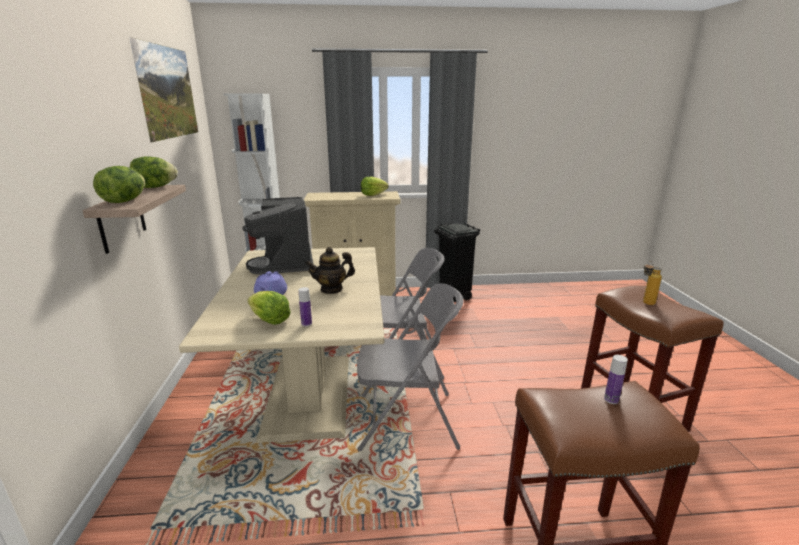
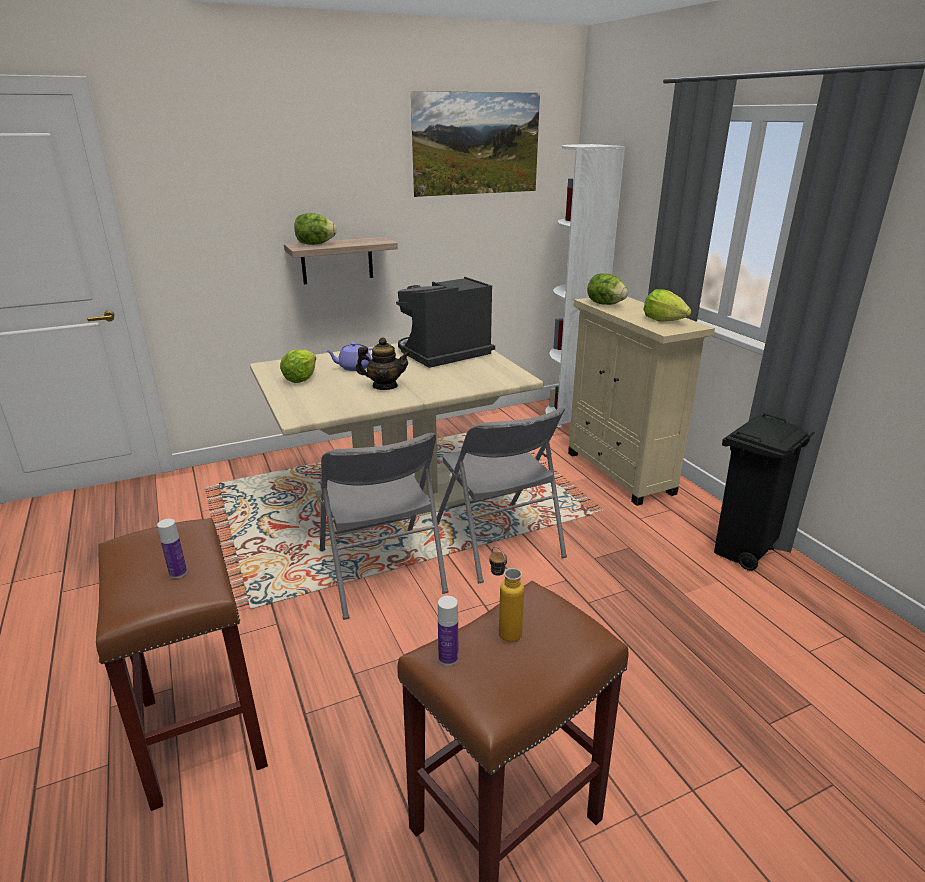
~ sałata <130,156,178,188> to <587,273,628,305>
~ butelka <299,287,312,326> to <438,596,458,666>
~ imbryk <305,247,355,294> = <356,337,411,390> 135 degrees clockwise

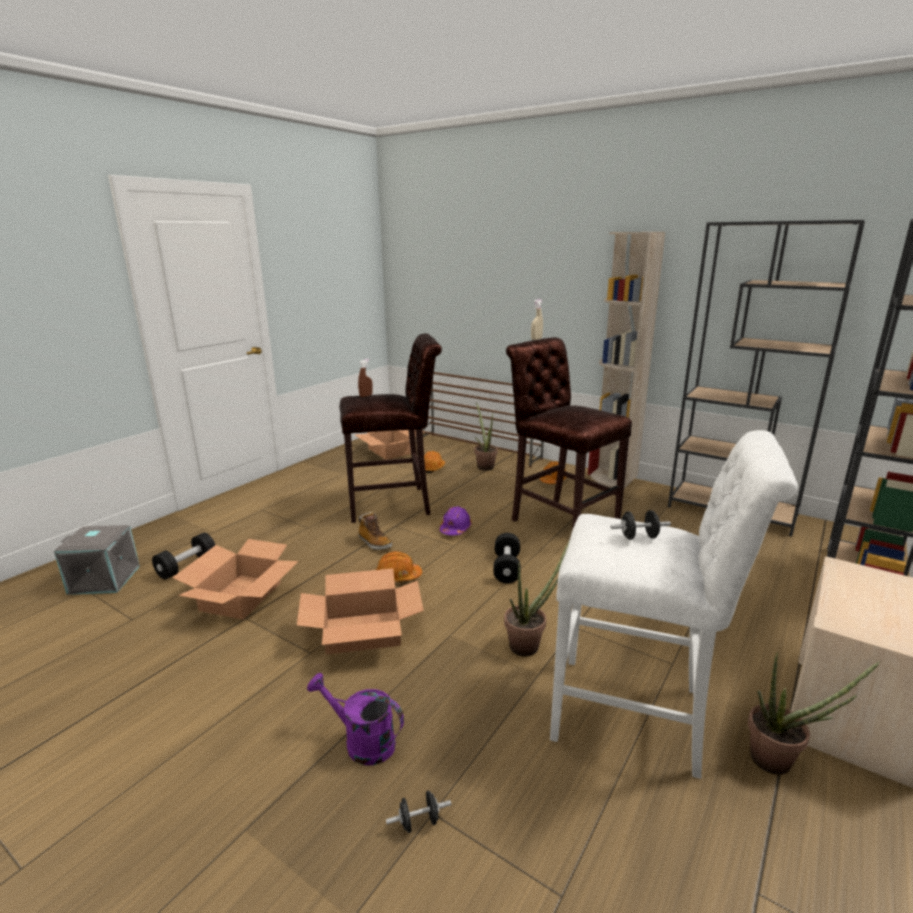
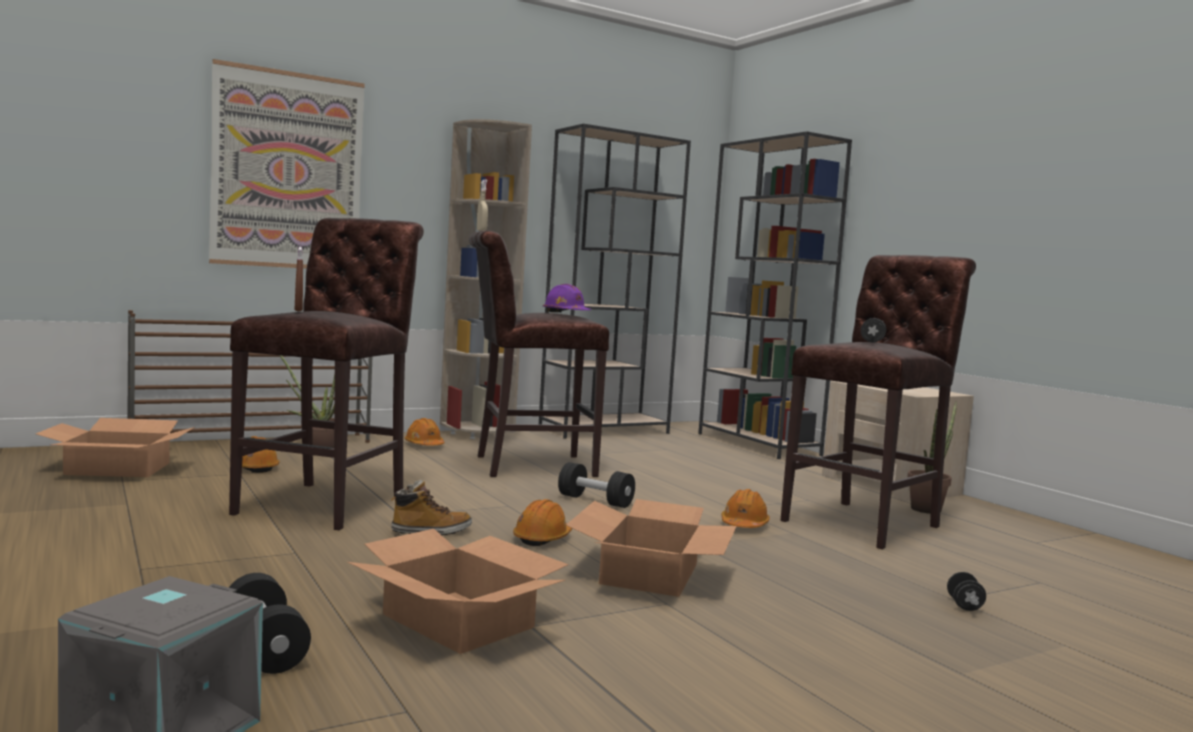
- konewka/fioletowy <307,673,404,765>
~ kask/fioletowy <440,506,472,535> to <543,284,591,312>
~ roślina doniczkowa <504,540,570,656> to kask/pomarańczowy <721,489,770,528>
~ stołek/biały <550,430,798,779> to stołek/brązowy <781,255,976,549>
+ obraz <209,59,365,269>

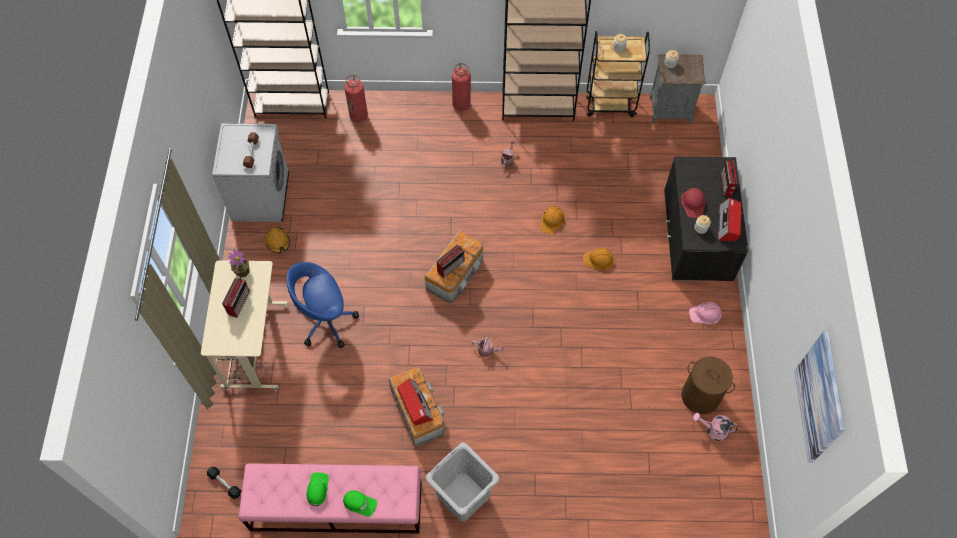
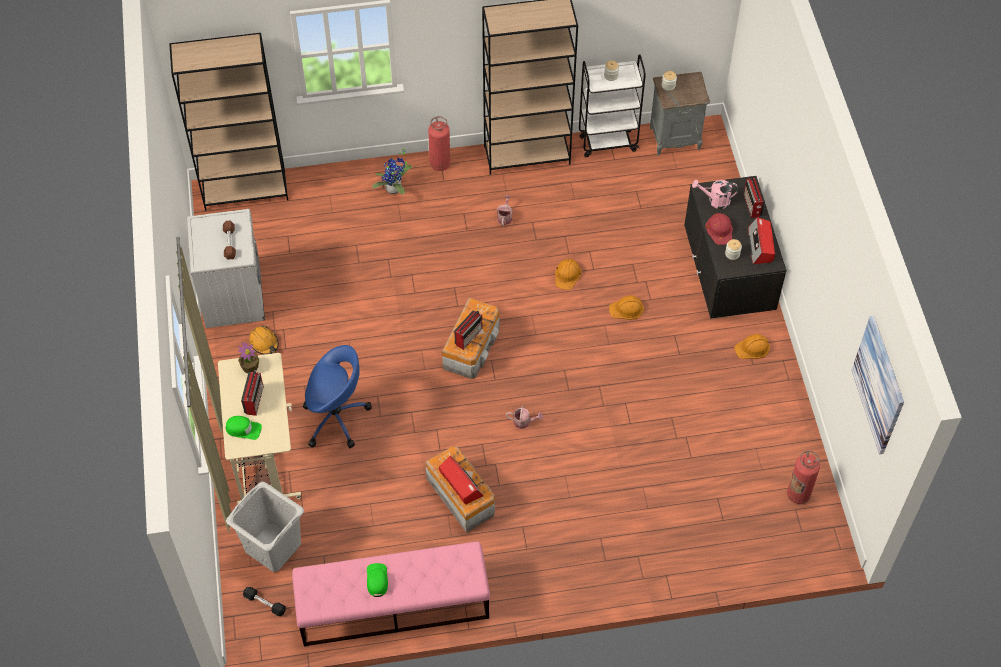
~ krzesło biurowe/niebieski <286,262,359,348> = <303,345,372,448> 135 degrees counterclockwise
~ czapka z daszkiem/zielony <343,490,377,517> to <226,416,262,440>
~ gaśnica <344,75,368,123> to <787,451,820,504>
~ kosz na pranie/szary <426,443,499,522> to <226,482,304,572>
~ wózek/brązowy <587,31,650,117> to wózek/biały <579,54,645,157>
- kosz na pranie/brązowy <681,356,735,414>
~ kask/różowy <689,302,722,325> to kask/pomarańczowy <734,334,770,359>
~ konewka/różowy <693,413,738,441> to <692,180,738,209>
+ roślina doniczkowa <372,147,412,194>

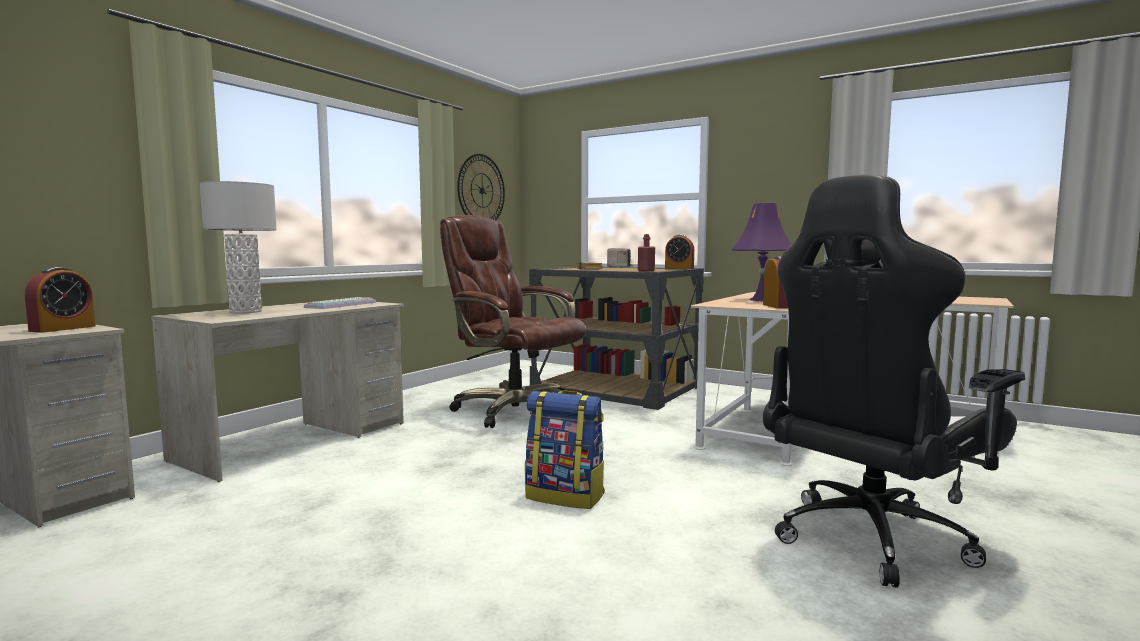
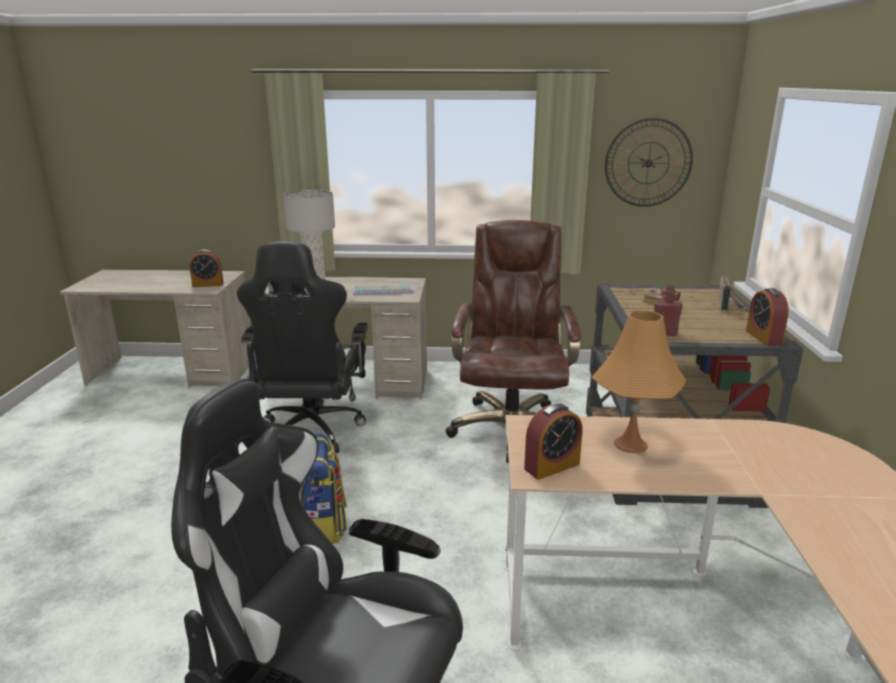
~ lampa stołowa/fioletowy <731,203,792,301> to lampa stołowa/pomarańczowy <592,310,686,453>
+ krzesło biurowe/czarny <237,242,368,453>

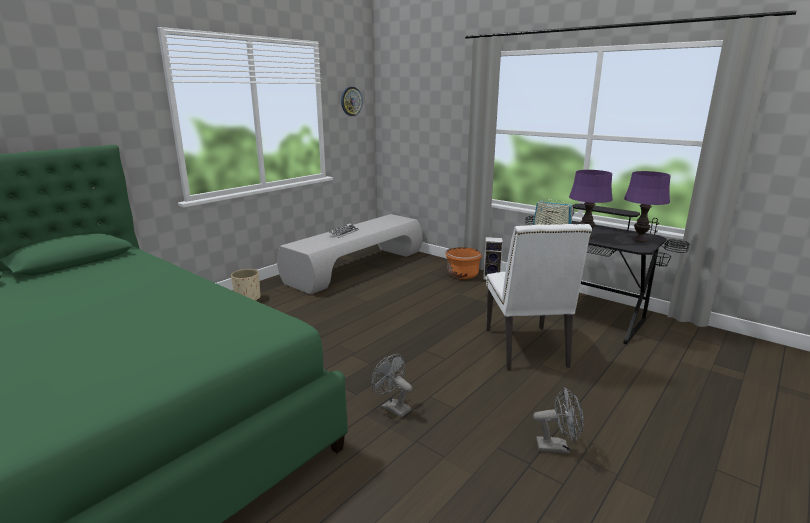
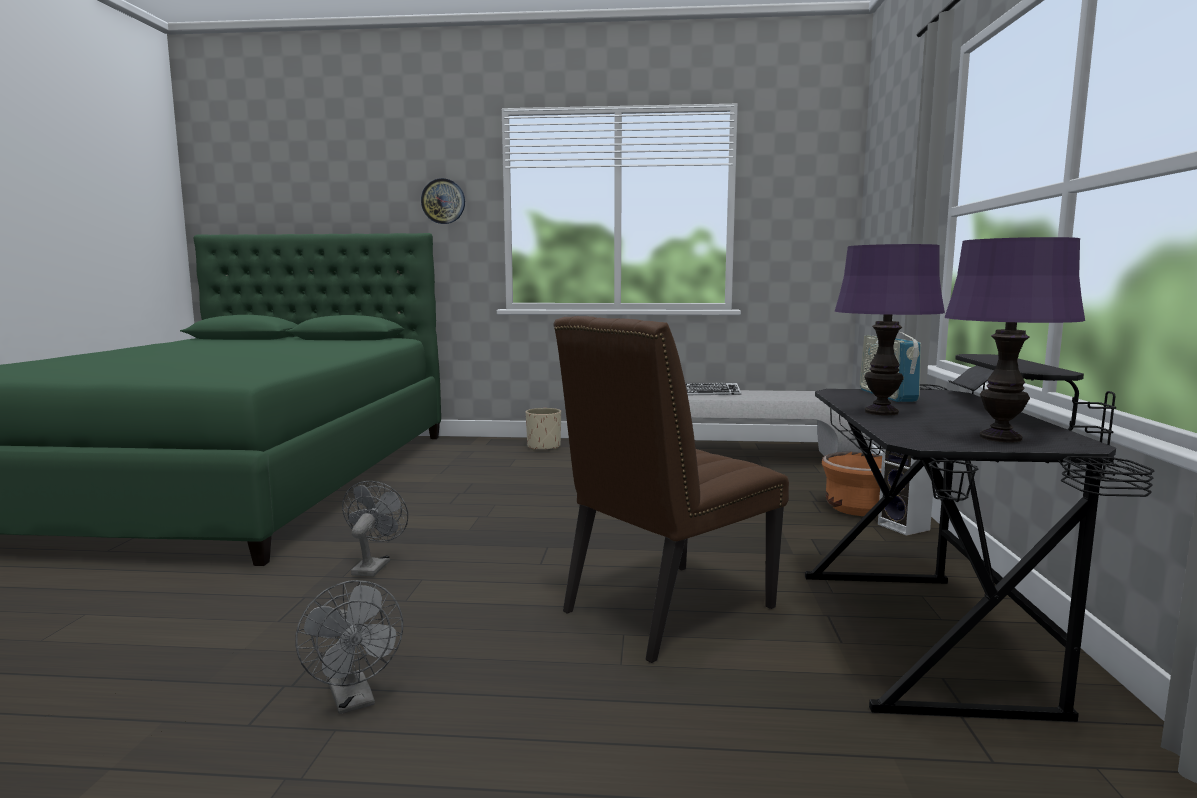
~ zegar ścienny <341,87,363,116> to <421,178,465,224>
~ krzesło/biały <486,224,592,370> to krzesło/brązowy <553,316,789,663>

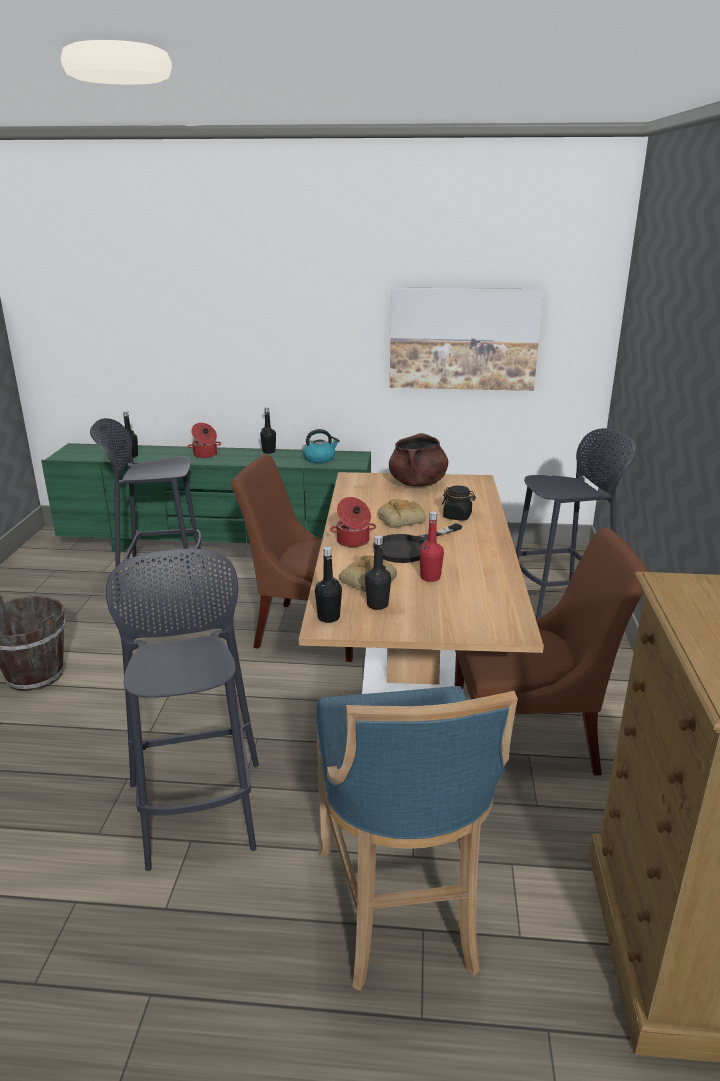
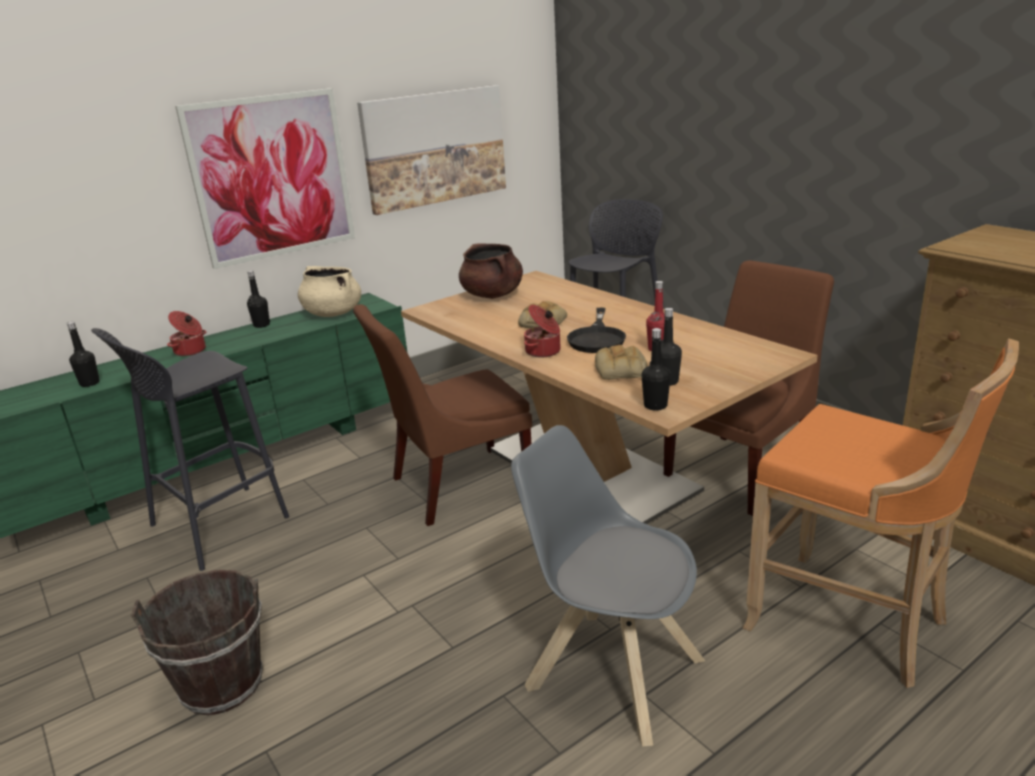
~ stołek/szary <106,549,259,871> to krzesło/szary <511,425,705,747>
~ czajnik <303,429,340,463> to garnek/beżowy <298,266,361,317>
~ stołek/niebieski <316,686,518,991> to stołek/pomarańczowy <743,338,1019,688>
- słoik/czarny <442,486,476,521>
+ obraz <175,88,355,269>

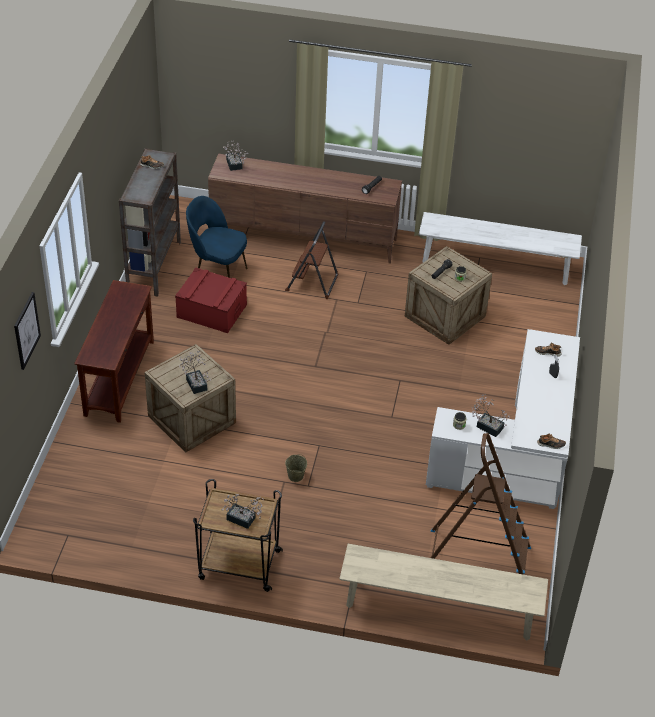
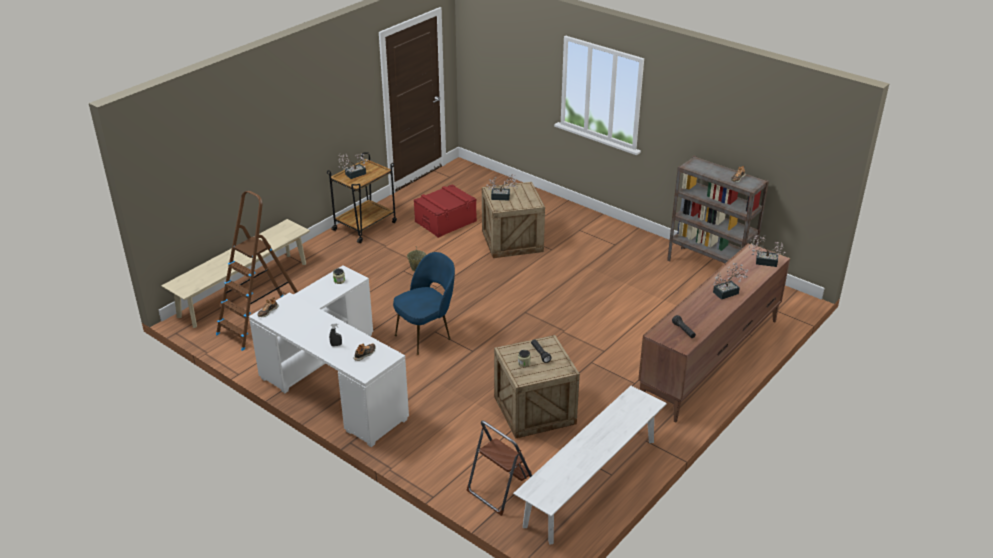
- obraz <14,292,41,370>
- stolik konsolowy/brązowy <74,280,154,423>
~ pojemnik do przechowywania/czerwony <175,267,247,333> to <414,185,477,238>
~ krzesło/niebieski <186,196,248,278> to <393,252,455,355>
~ drabinka/brązowy <285,221,338,299> to <467,420,532,516>
~ roślina doniczkowa <472,394,509,437> to <713,263,748,300>

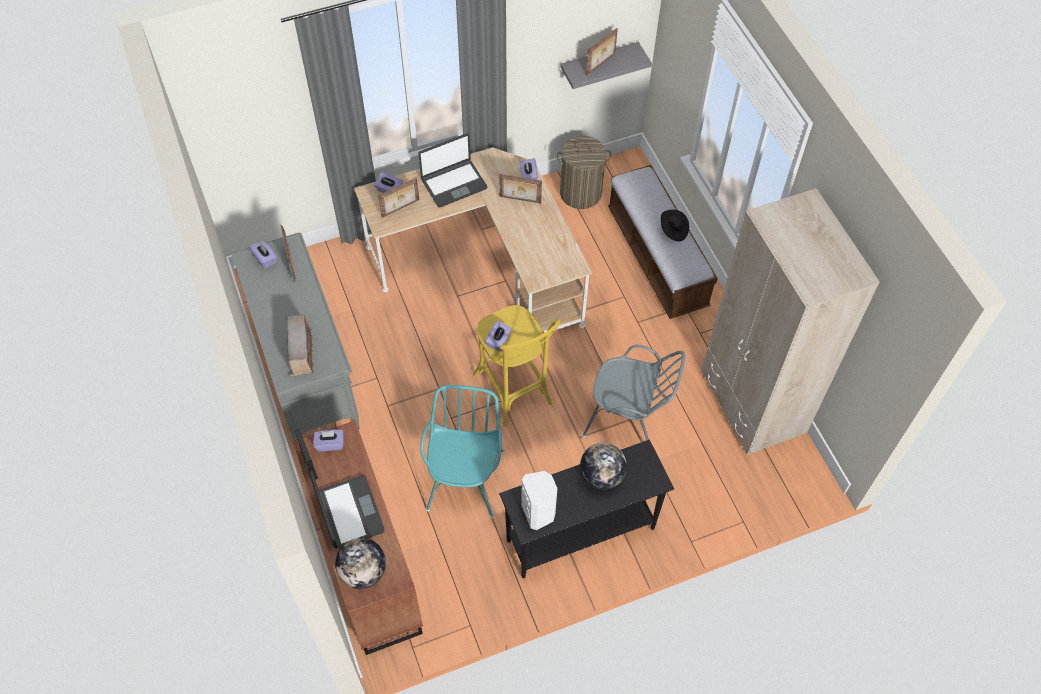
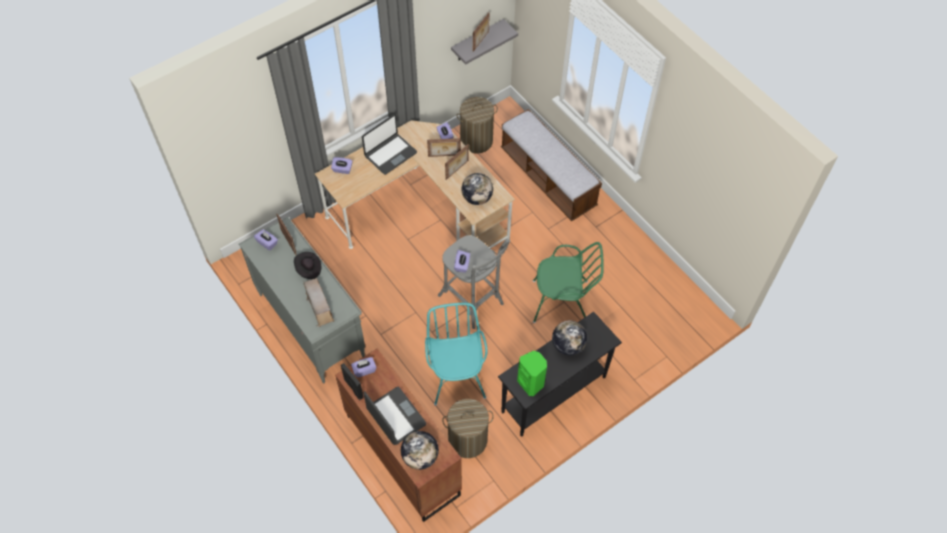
~ ramka na zdjęcie <378,177,419,218> to <445,144,469,180>
~ stołek/żółty <473,305,560,427> to stołek/szary <438,235,510,329>
~ głośnik/biały <521,471,557,530> to głośnik/zielony <517,351,547,396>
~ krzesło/szary <582,345,685,441> to krzesło/zielony <533,242,604,323>
~ kapelusz/czarny <661,210,689,241> to <294,252,321,279>
- szafa/beżowy <701,188,880,455>
+ kosz na pranie <442,399,494,458>
+ globus <462,173,493,205>

